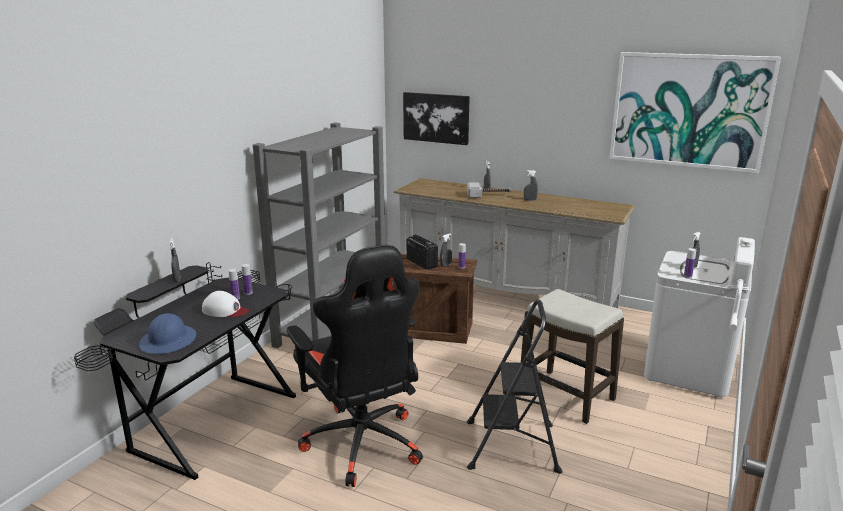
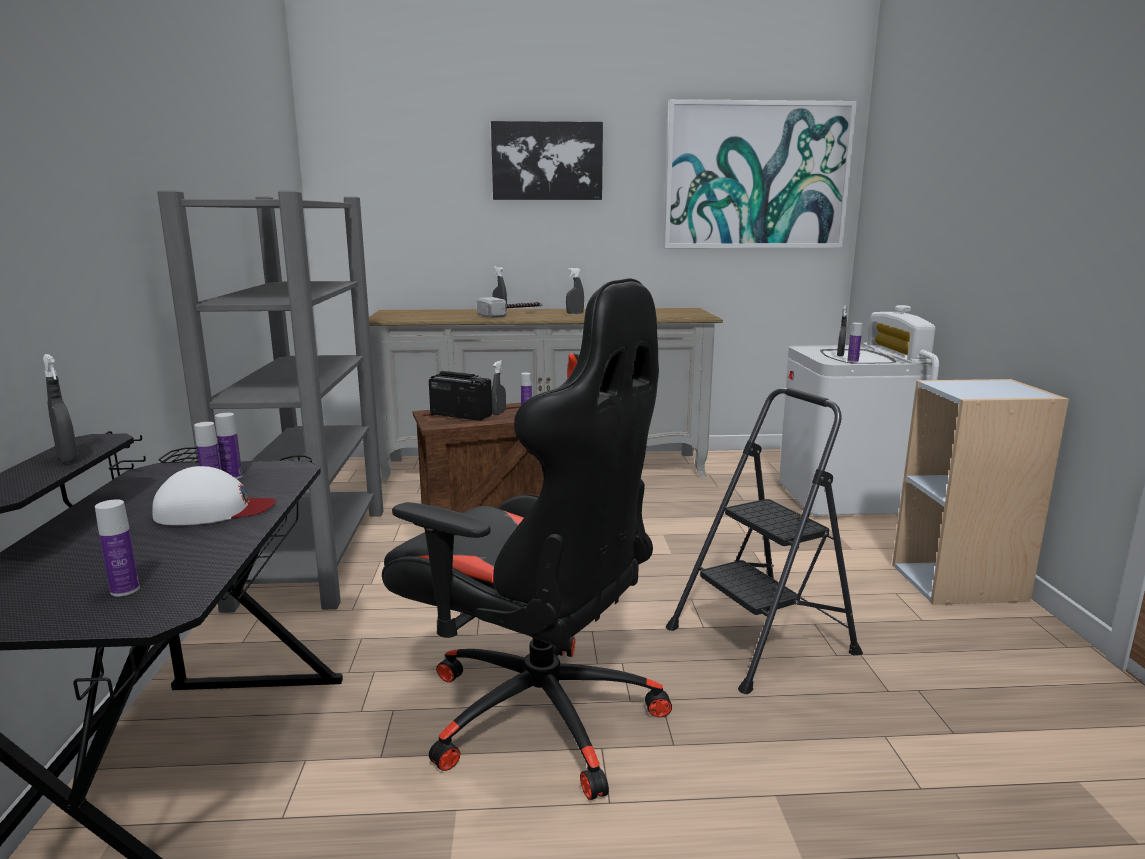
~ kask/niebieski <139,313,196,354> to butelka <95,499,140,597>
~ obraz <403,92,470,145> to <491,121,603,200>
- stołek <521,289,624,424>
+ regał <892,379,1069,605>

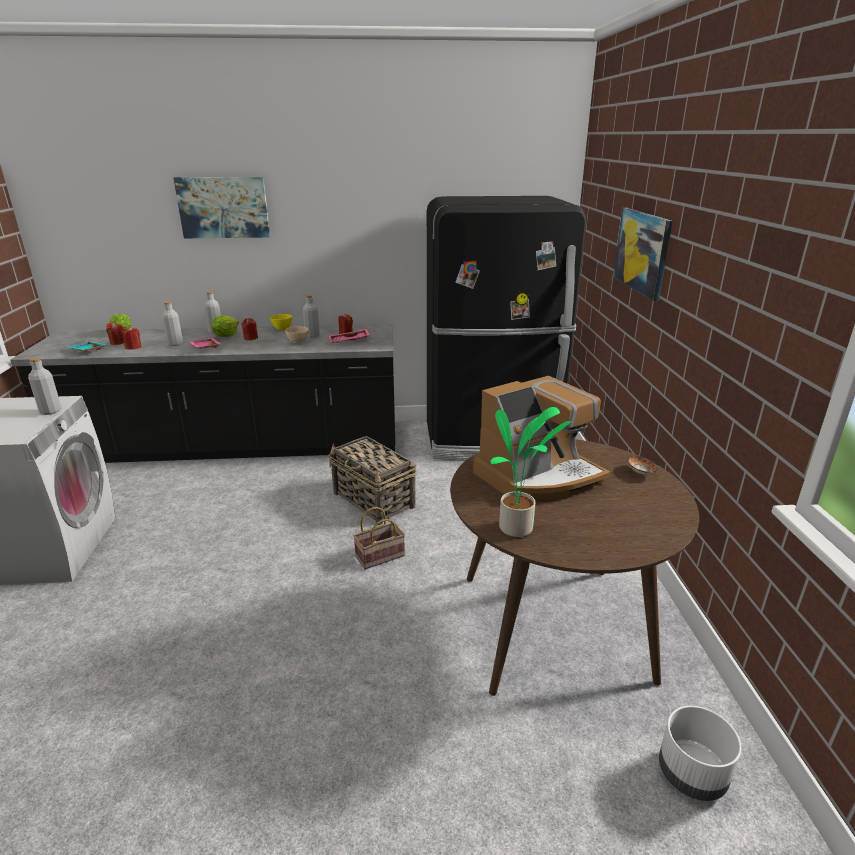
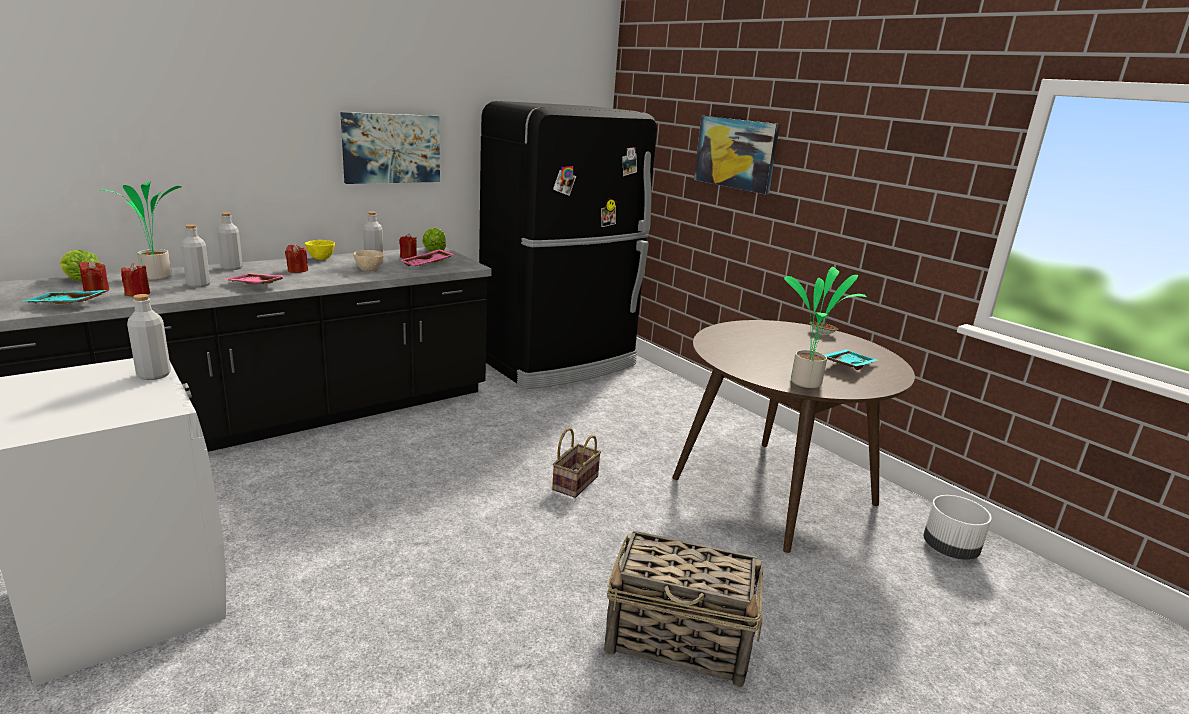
~ obraz <174,177,270,238> to <340,112,440,184>
~ sałata <211,315,239,337> to <422,228,446,252>
~ koszyk <328,436,416,525> to <604,531,763,687>
- ekspres do kawy <473,376,611,501>
+ roślina doniczkowa <99,181,182,280>
+ taca/turkusowy <824,349,878,370>

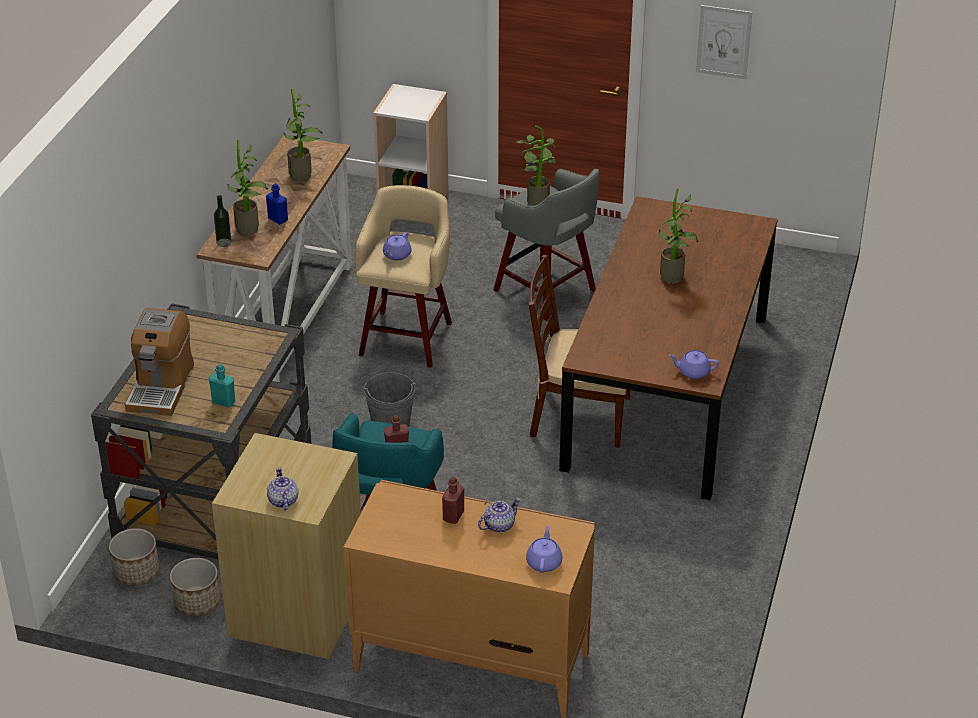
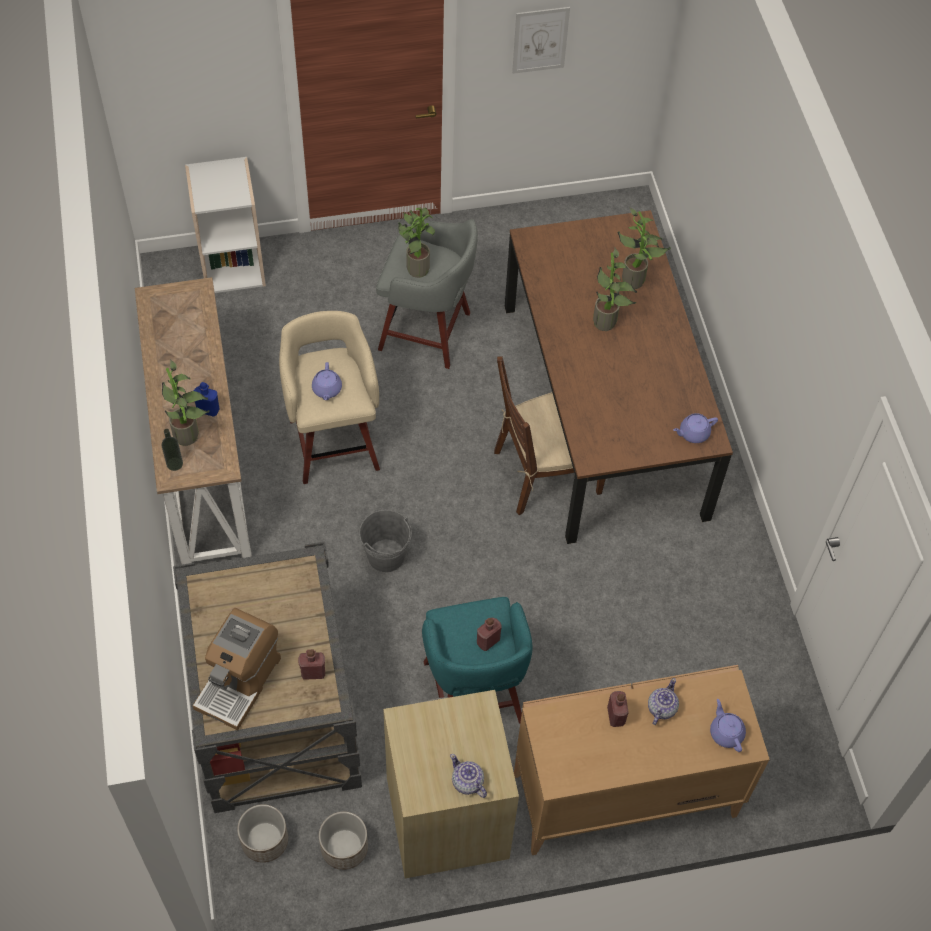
~ ekspres do kawy <125,308,194,416> = <193,608,281,730> 45 degrees clockwise
~ butelka/turkusowy <209,364,235,408> to butelka/czerwony <298,649,325,680>
~ roślina doniczkowa <284,89,323,182> to <617,207,671,289>

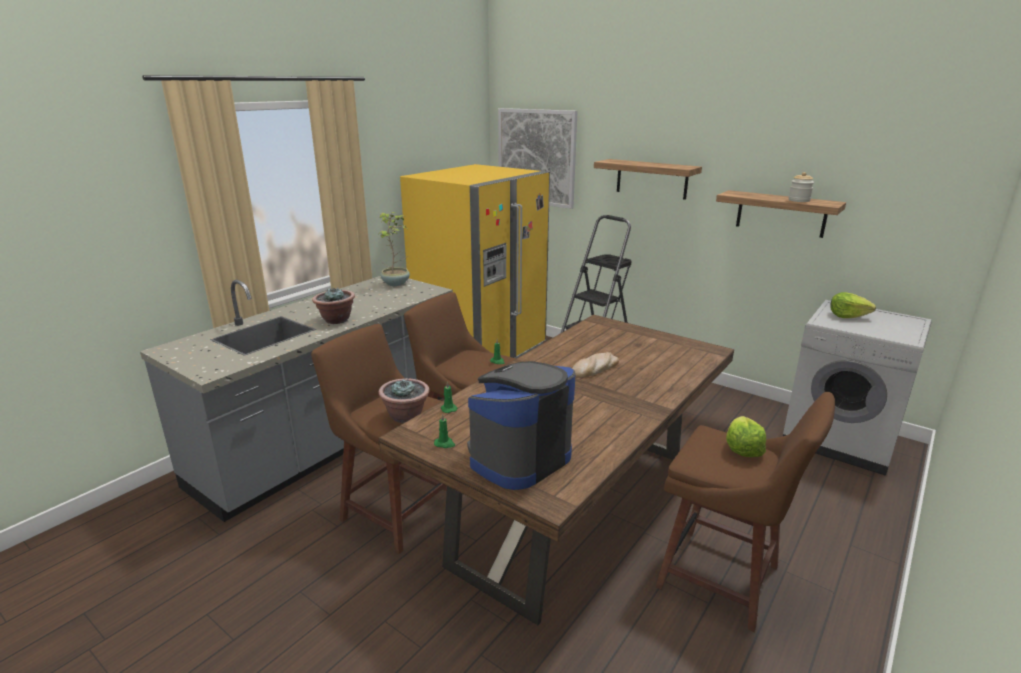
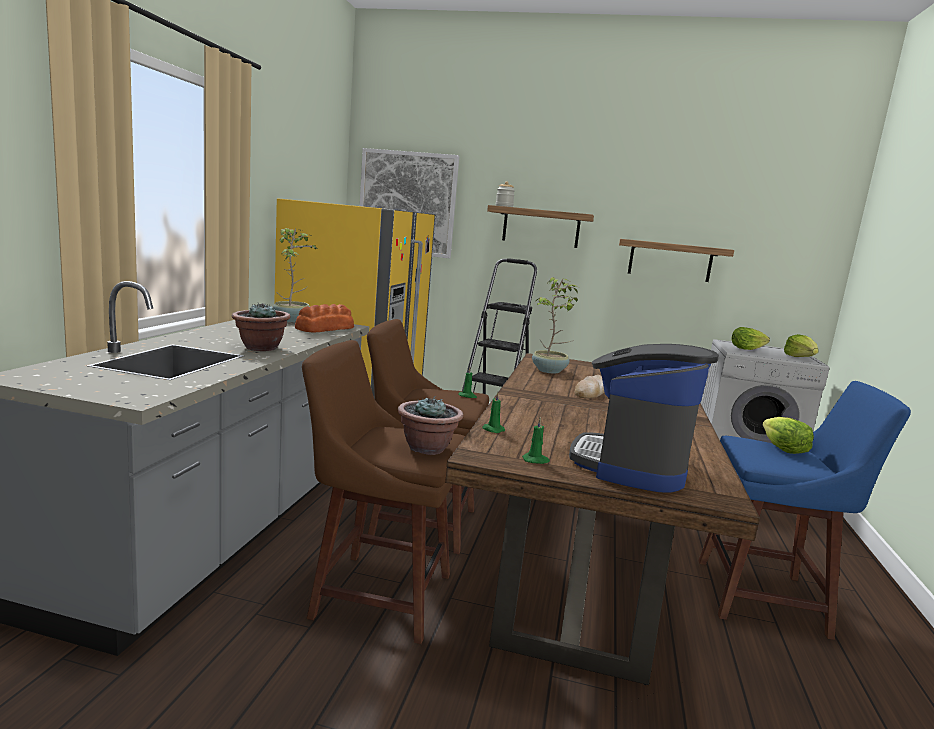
~ stołek/brązowy <656,392,835,632> to stołek/niebieski <698,381,911,640>
~ słoik <789,172,814,202> to <496,181,515,207>
+ chleb <295,304,354,333>
+ roślina doniczkowa <532,277,578,373>
+ sałata <784,334,819,357>

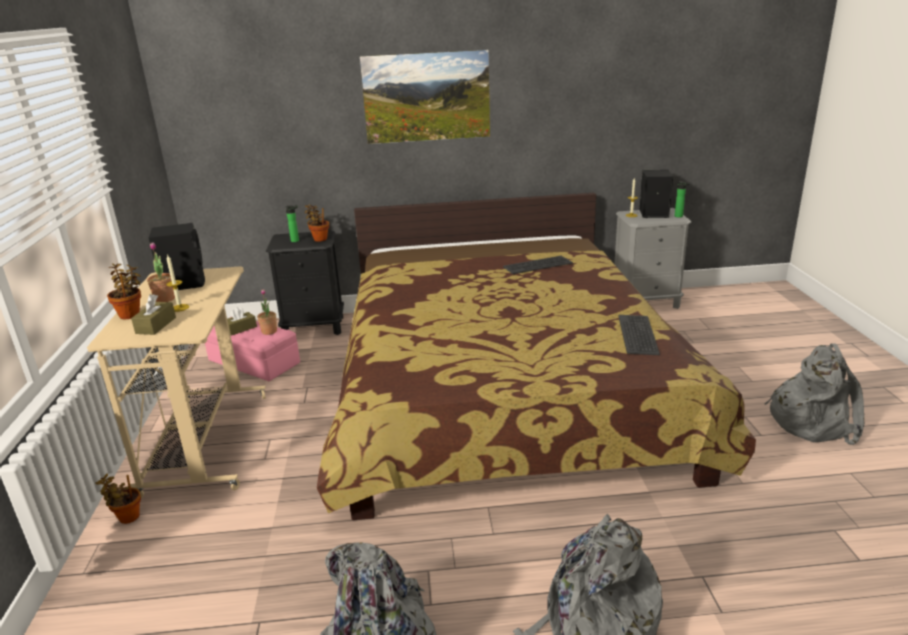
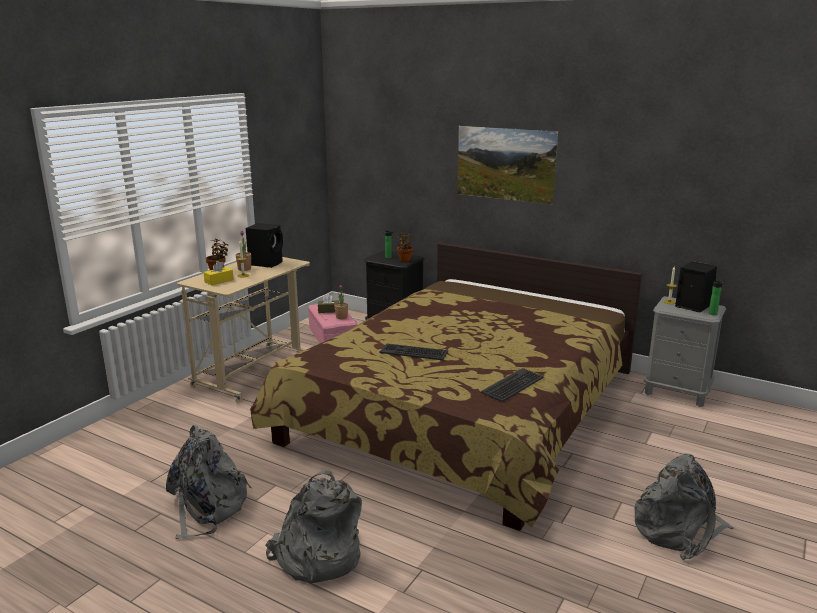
- roślina doniczkowa <95,474,141,524>
~ pudełko chusteczek/brązowy <131,294,176,335> to pudełko chusteczek/żółty <204,261,234,286>
~ klawiatura <503,256,573,274> to <379,344,448,360>

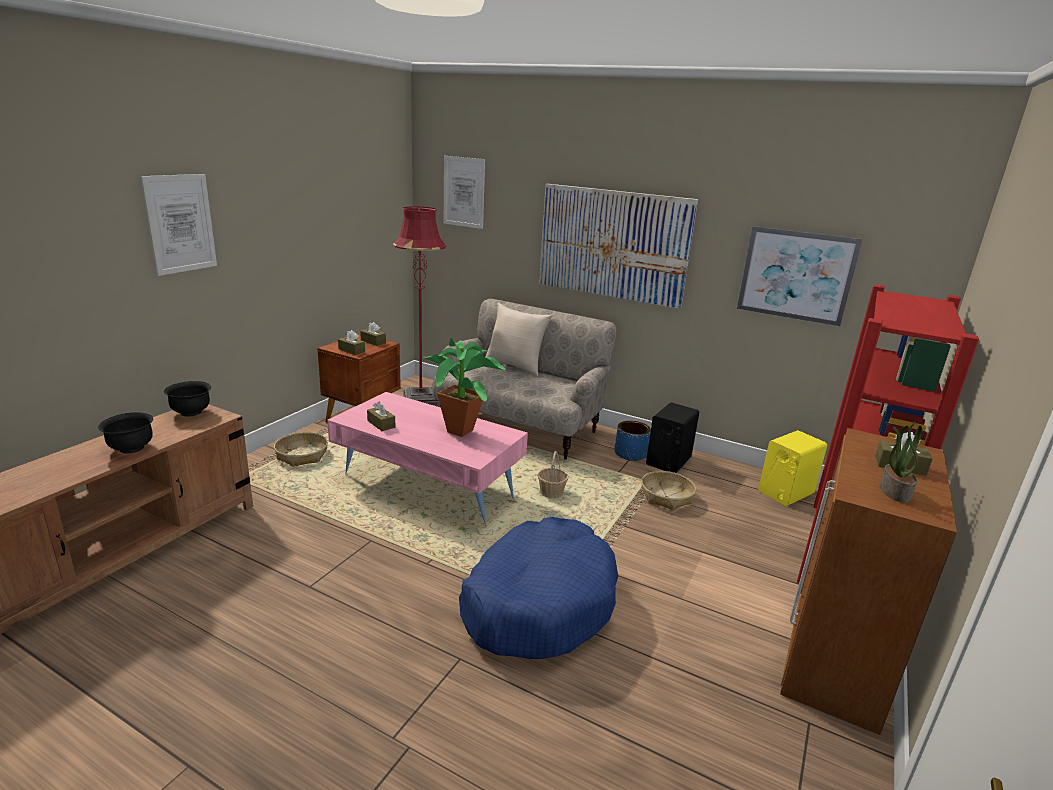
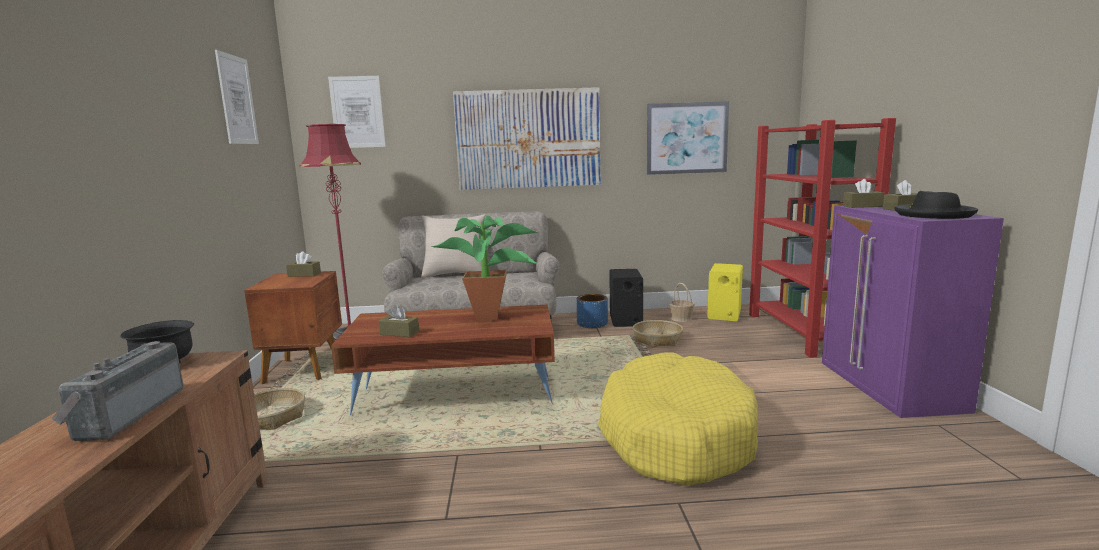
~ miska/czarny <98,412,153,454> to radio <52,341,184,441>
~ obraz <140,174,217,276> to <215,50,259,144>
~ ława/różowy <327,392,528,526> to ława/brązowy <331,305,555,415>
~ pudełko chusteczek/brązowy <338,330,365,355> to <843,179,885,208>
~ legowisko/niebieski <459,517,618,659> to legowisko/żółty <598,352,758,486>
~ koszyk <538,451,568,498> to <669,283,695,322>
~ szafka/brązowy <780,428,957,735> to szafka/fioletowy <822,205,1004,418>
~ roślina doniczkowa <880,421,922,503> to kapelusz/czarny <894,191,978,219>

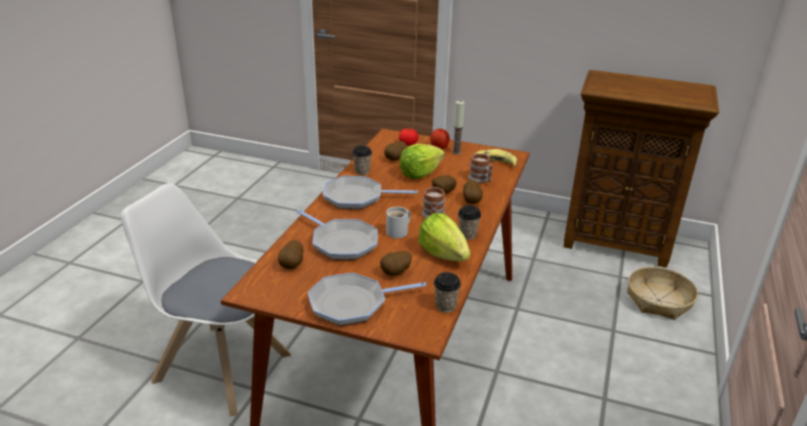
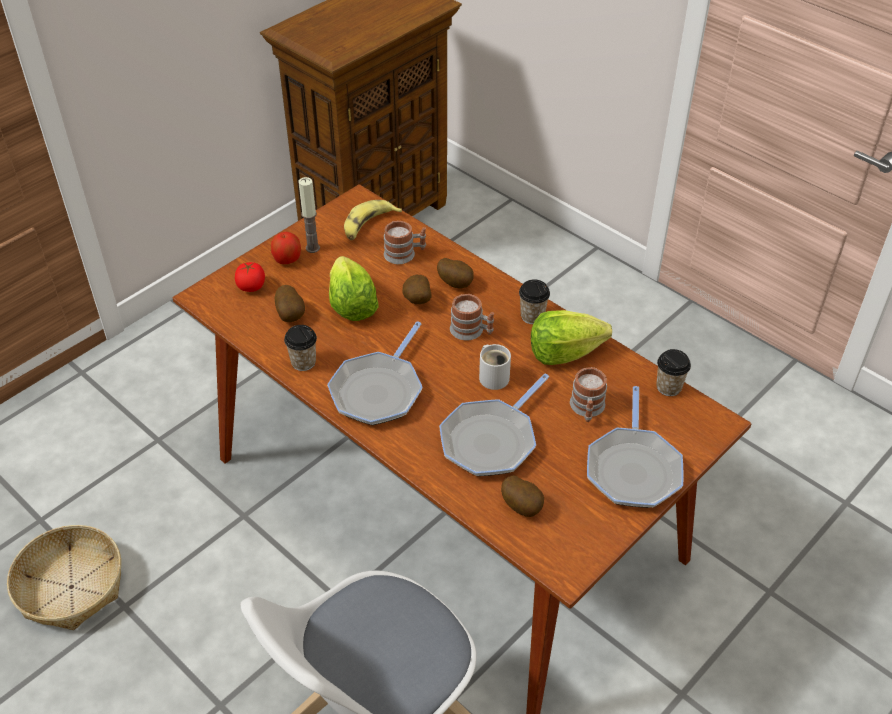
~ patelnia <297,210,378,260> = <439,374,549,476> 150 degrees clockwise
~ ziemniak <380,251,412,276> to kubek <570,367,607,422>
~ koszyk <627,267,698,320> to <7,525,121,630>

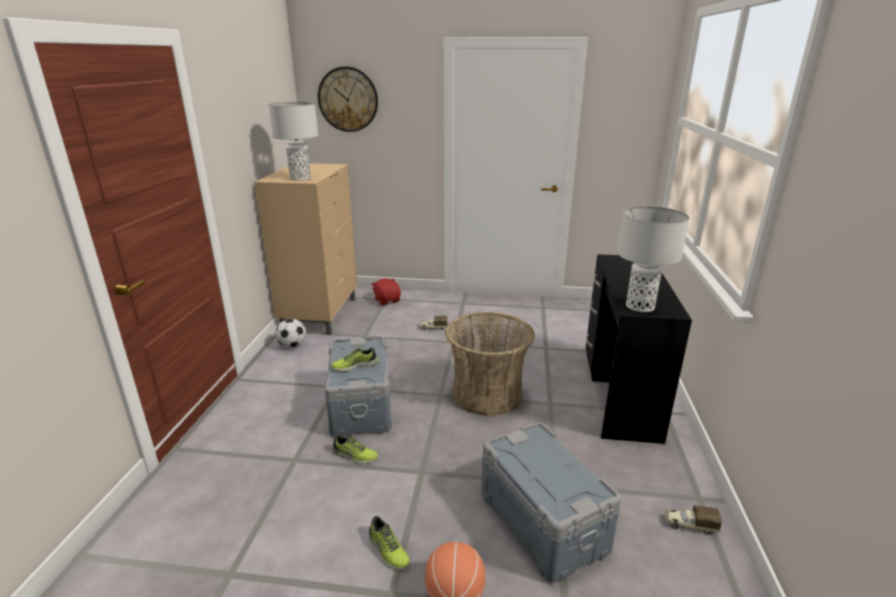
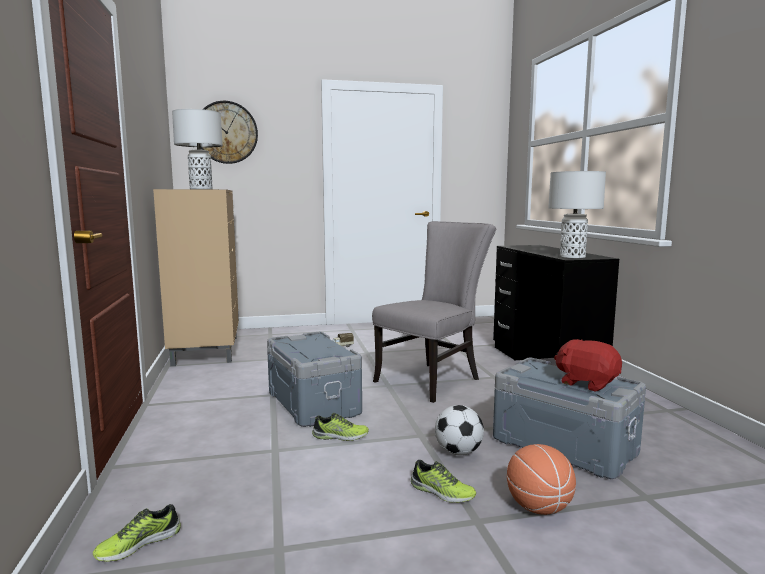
~ piłka futbolowa <276,319,306,348> to <435,405,484,455>
~ but <331,348,378,371> to <93,504,181,562>
~ pluszak/czerwony <371,278,401,305> to <554,339,622,392>
~ koszyk <445,312,535,416> to krzesło/szary <372,221,496,403>
- ciężarówka zabawkowa <665,505,722,534>

